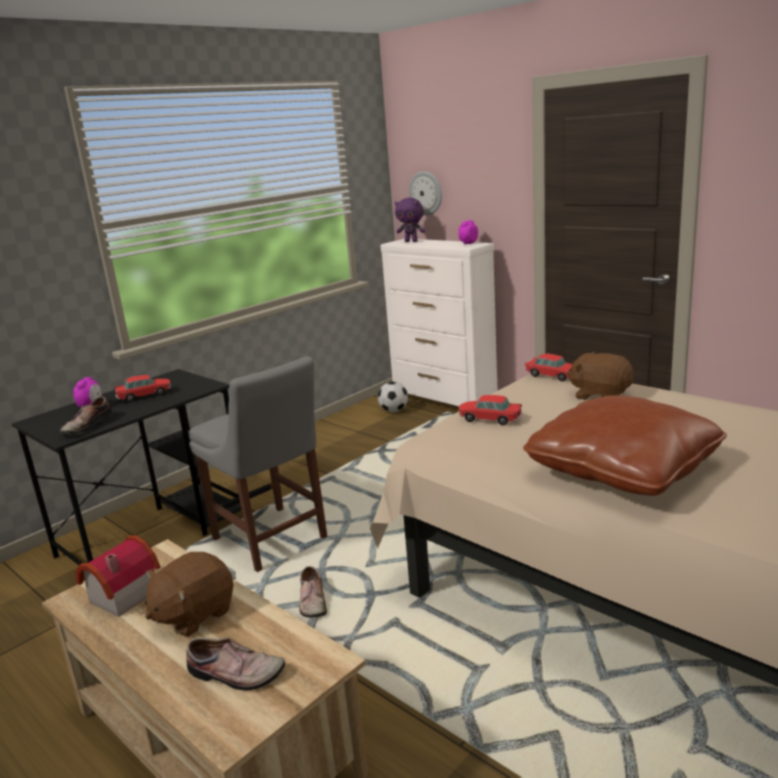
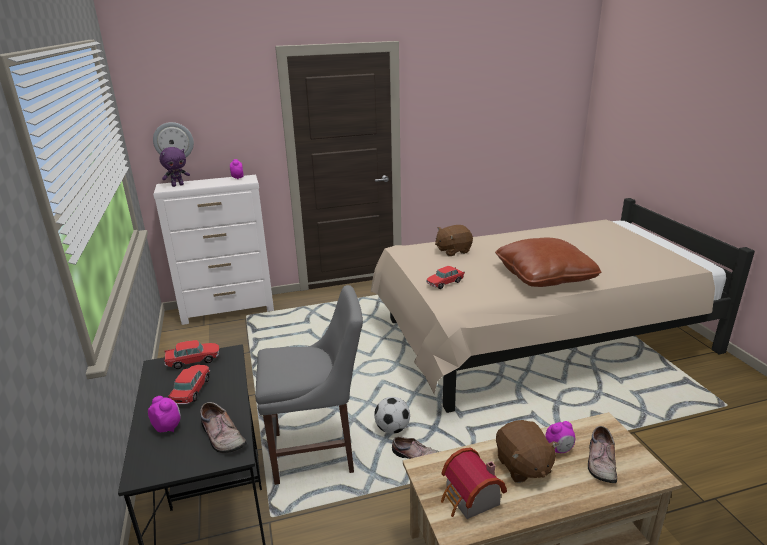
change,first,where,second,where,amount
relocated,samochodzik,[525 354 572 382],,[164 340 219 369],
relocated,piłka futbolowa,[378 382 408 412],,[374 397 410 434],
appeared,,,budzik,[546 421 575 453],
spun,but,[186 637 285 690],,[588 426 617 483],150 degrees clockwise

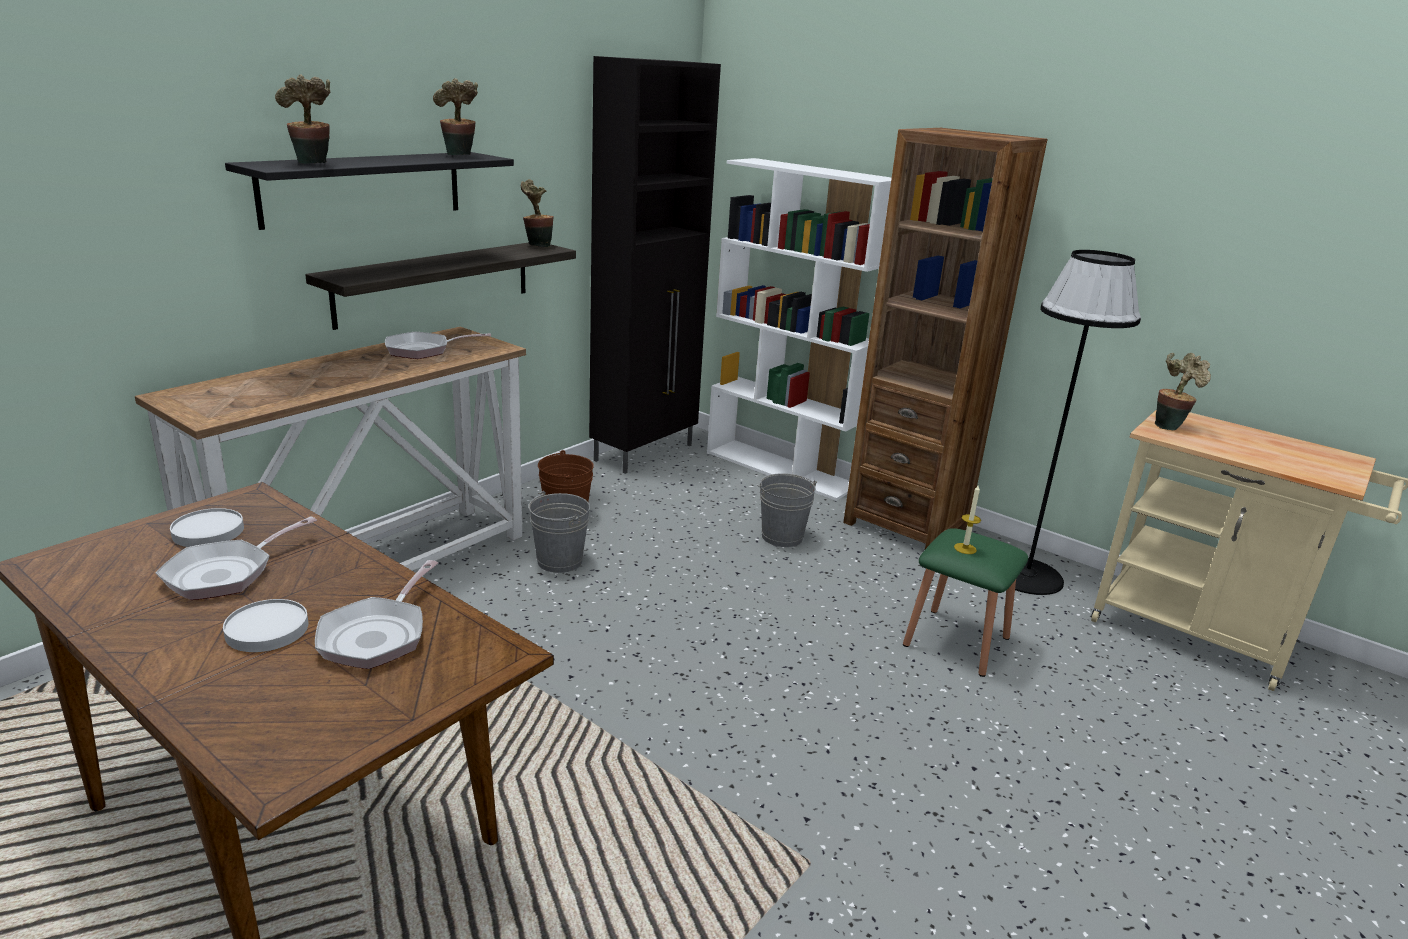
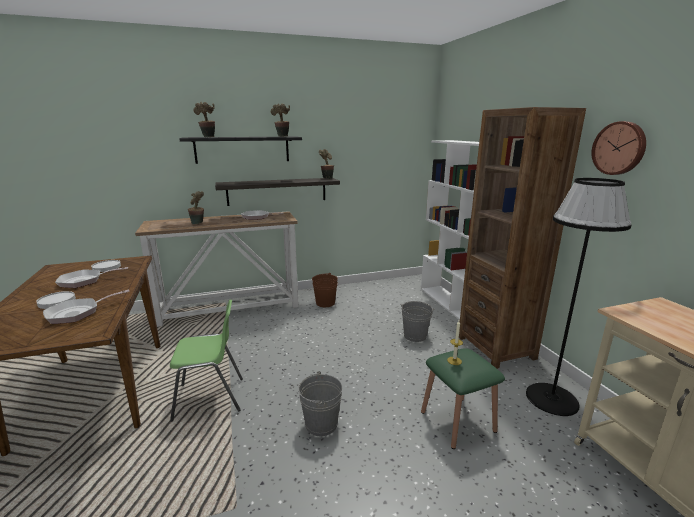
change,first,where,second,where,amount
appeared,,,krzesło [zielony],[170 300 243 422],
relocated,roślina doniczkowa,[1154 353 1211 430],,[188 191 204 224],
relocated,wiadro [szary],[529 491 590 573],,[298 371 342 436],
appeared,,,zegar ścienny,[591 121 646 175],
missing,szafka [czarny],[589 56 721 474],,,

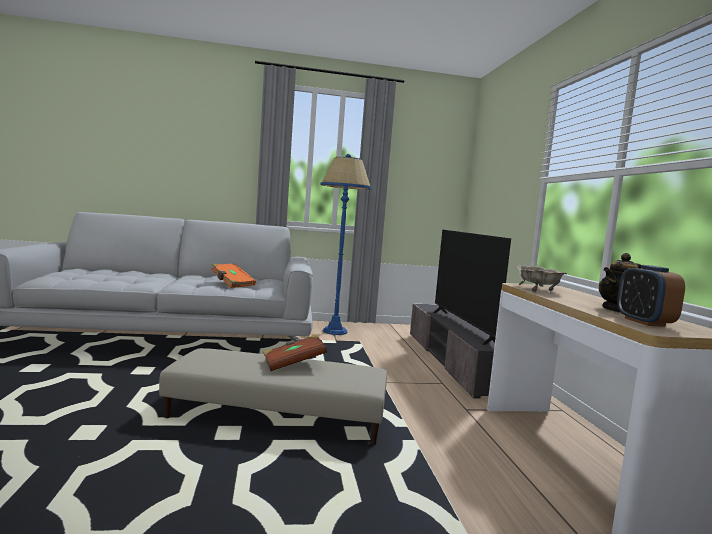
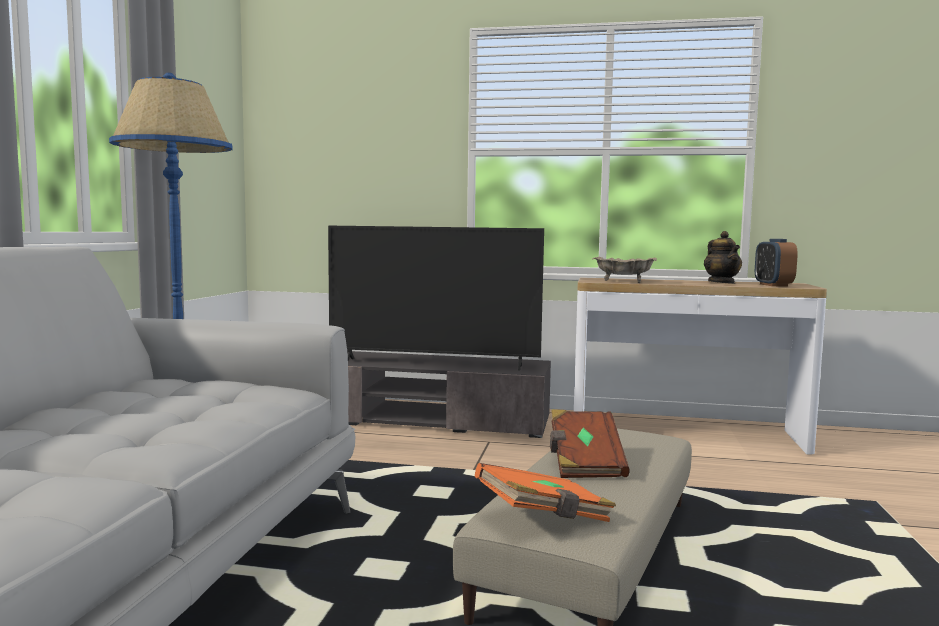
change,first,where,second,where,amount
relocated,książka [pomarańczowy],[211 264 256 288],,[475 463 616 522],
spun,budzik,[617 265 685 327],,[755 239 798 286],75 degrees clockwise

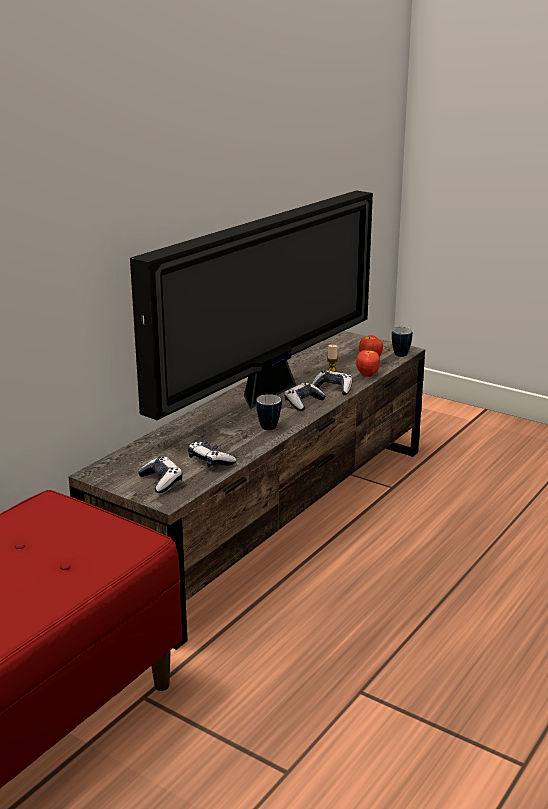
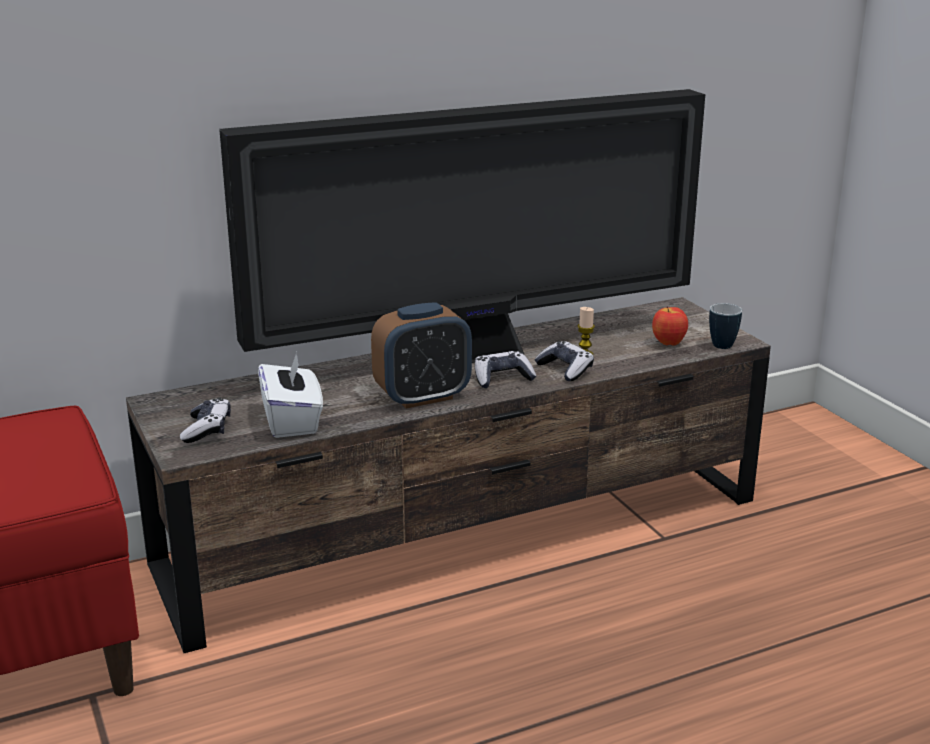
change,first,where,second,where,amount
exchanged,pad do gier,[188 441 236 467],pudełko chusteczek [biały],[258 352 323 438],
exchanged,kubek,[256 394 282 430],budzik,[371 302 472 409],
missing,jabłko,[356 349 380 377],,,

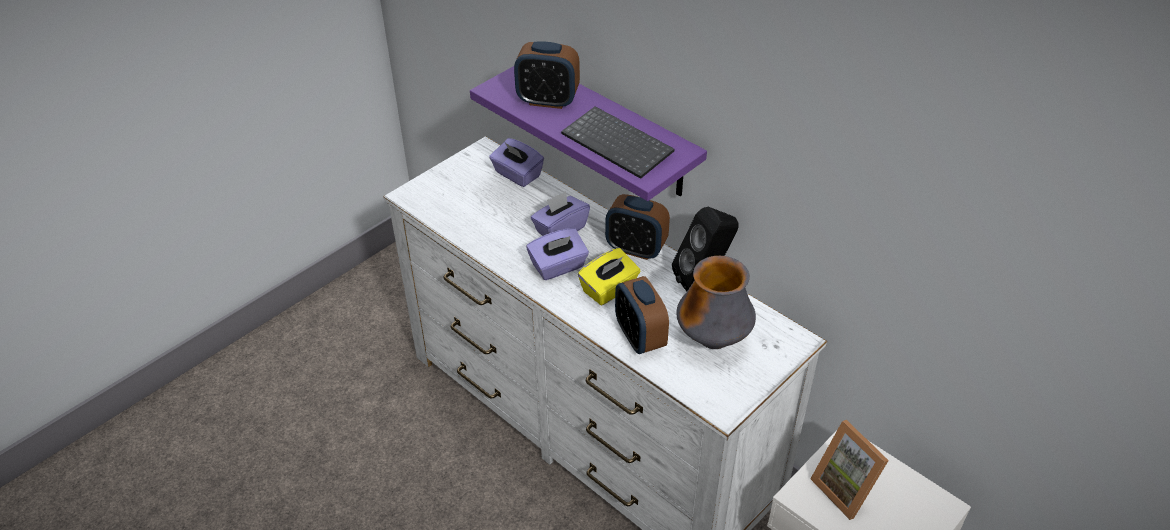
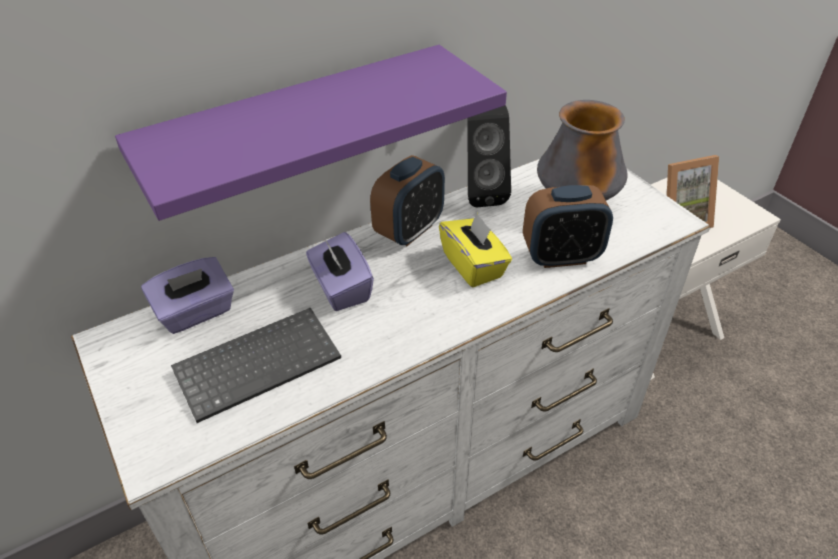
change,first,where,second,where,amount
relocated,klawiatura,[561 106 674 179],,[171 308 341 423],
missing,budzik,[514 41 580 109],,,
missing,pudełko chusteczek [fioletowy],[526 228 589 280],,,

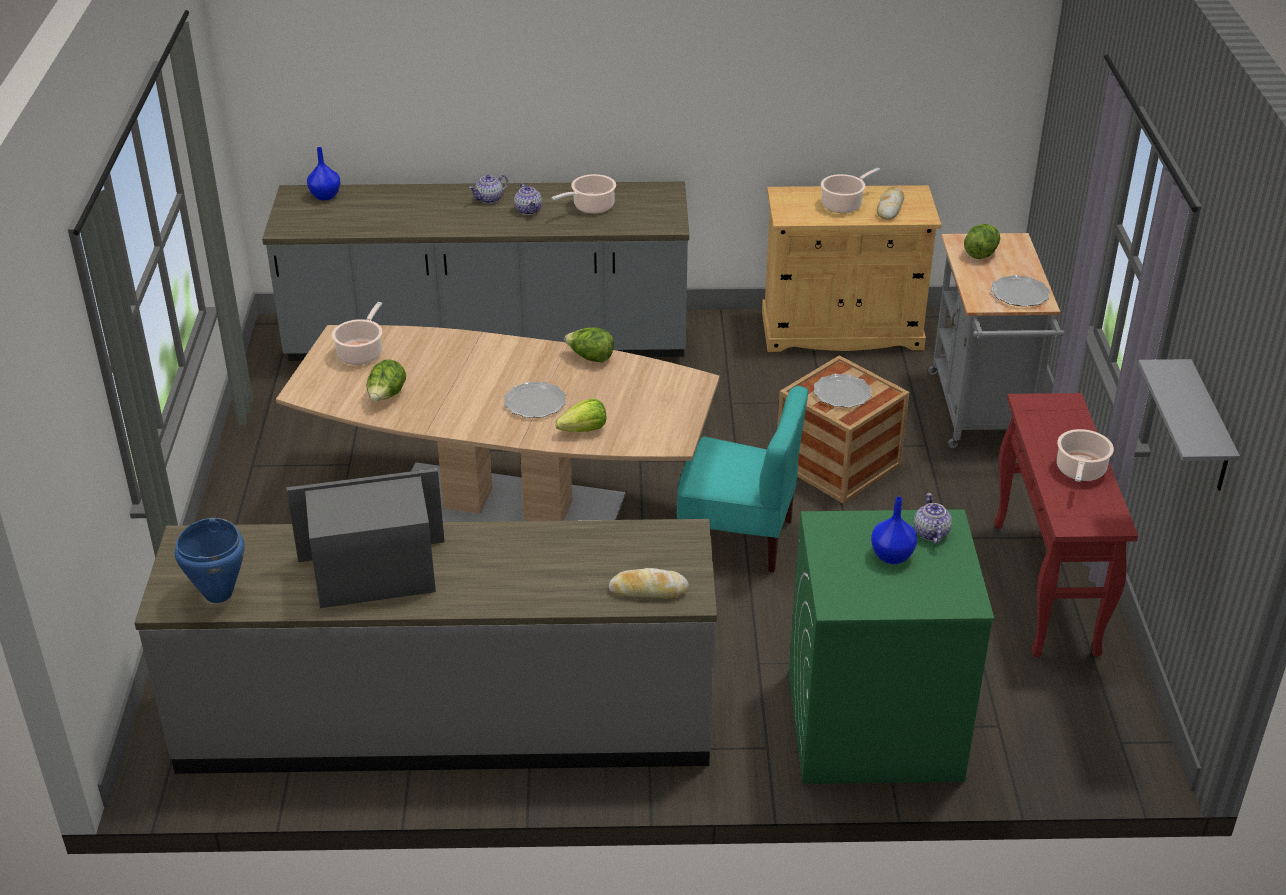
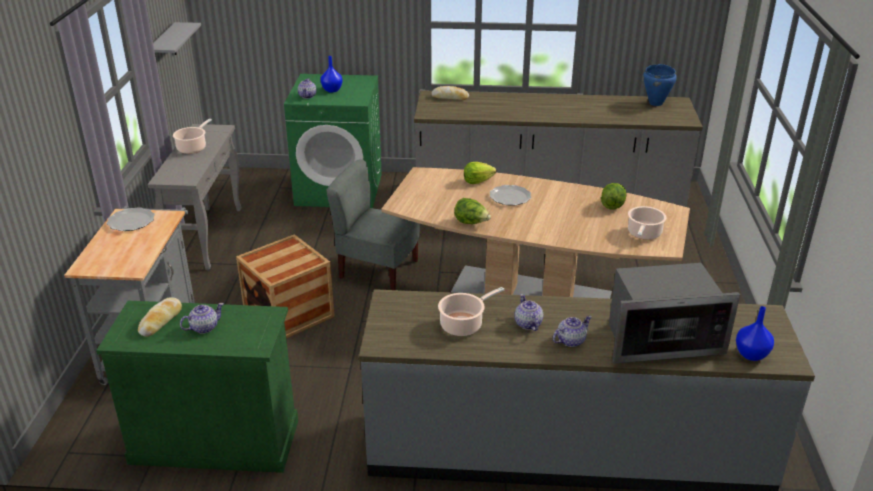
change,first,where,second,where,amount
colour,szafka [beżowy],[762 185 941 352],szafka [zielony],[96 301 298 473],
colour,stolik konsolowy [czerwony],[994 393 1138 657],stolik konsolowy [szary],[148 124 242 270],
exchanged,garnek,[821 167 881 213],imbryk,[180 303 224 334],
colour,krzesło [turkusowy],[677 386 808 573],krzesło [szary],[326 159 420 290],
relocated,mikrofalówka,[286 468 445 608],,[609 263 740 364],
missing,talerz,[813 374 871 408],,,
missing,sałata,[964 224 1000 259],,,

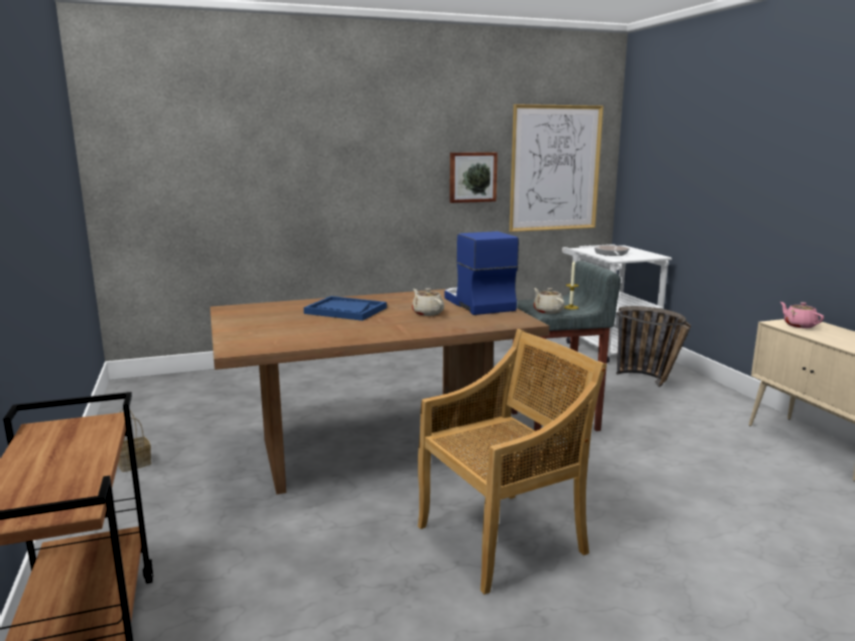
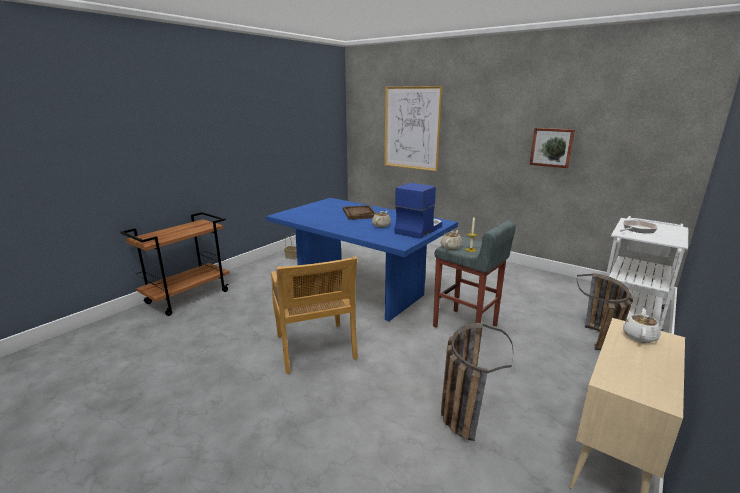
change,first,where,second,where,amount
colour,stół jadalny [brązowy],[210 289 550 494],stół jadalny [niebieski],[266 198 458 321],
spun,krzesło [beżowy],[418 329 607 595],,[271 256 358 374],45 degrees clockwise
colour,taca [niebieski],[304 296 387 321],taca [brązowy],[343 205 376 220],
relocated,obraz,[509 104 603 232],,[384 86 443 171],
appeared,,,koszyk,[441 323 513 441],
colour,imbryk [różowy],[780 302 824 328],imbryk [biały],[623 308 661 343],

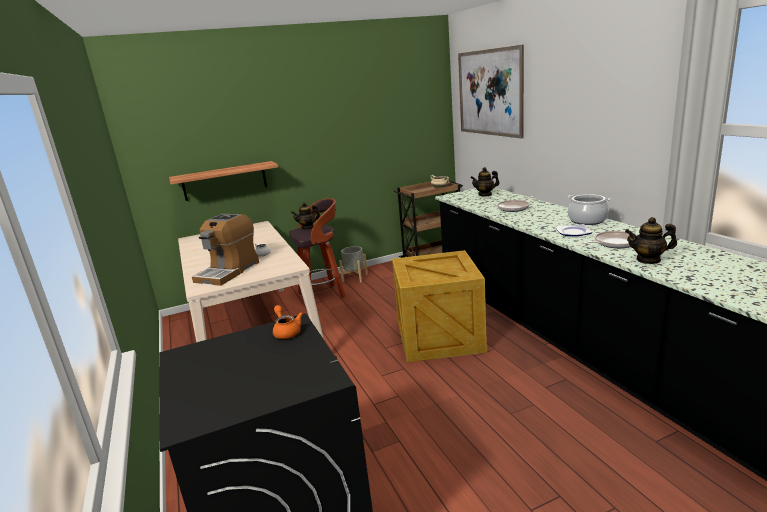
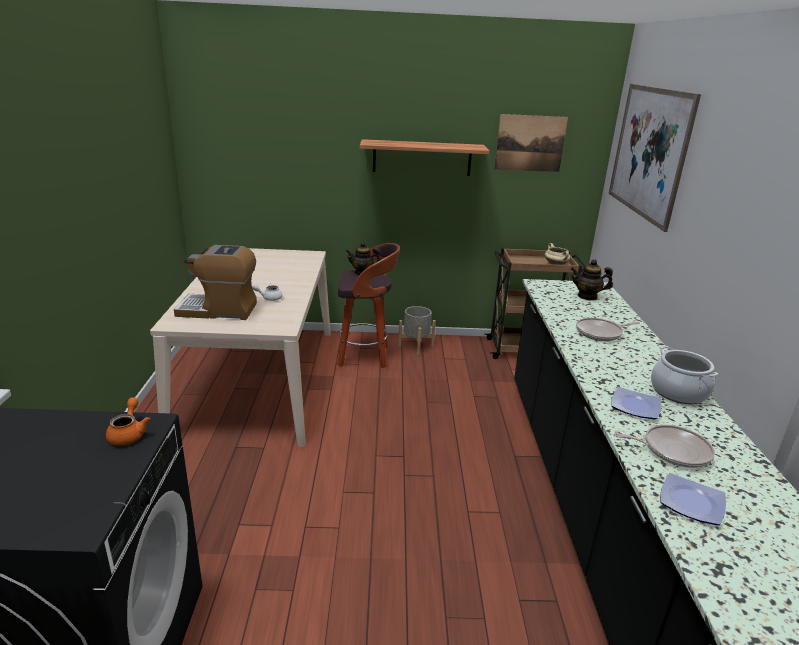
change,first,where,second,where,amount
spun,ekspres do kawy,[192 214 259 286],,[174 245 257 320],45 degrees clockwise
relocated,półka,[169 161 278 201],,[360 139 490 176],
appeared,,,obraz,[494 114 568 172],
exchanged,imbryk,[625 217 677 264],talerz,[660 473 726 525],
missing,skrzynka,[392 250 487 362],,,

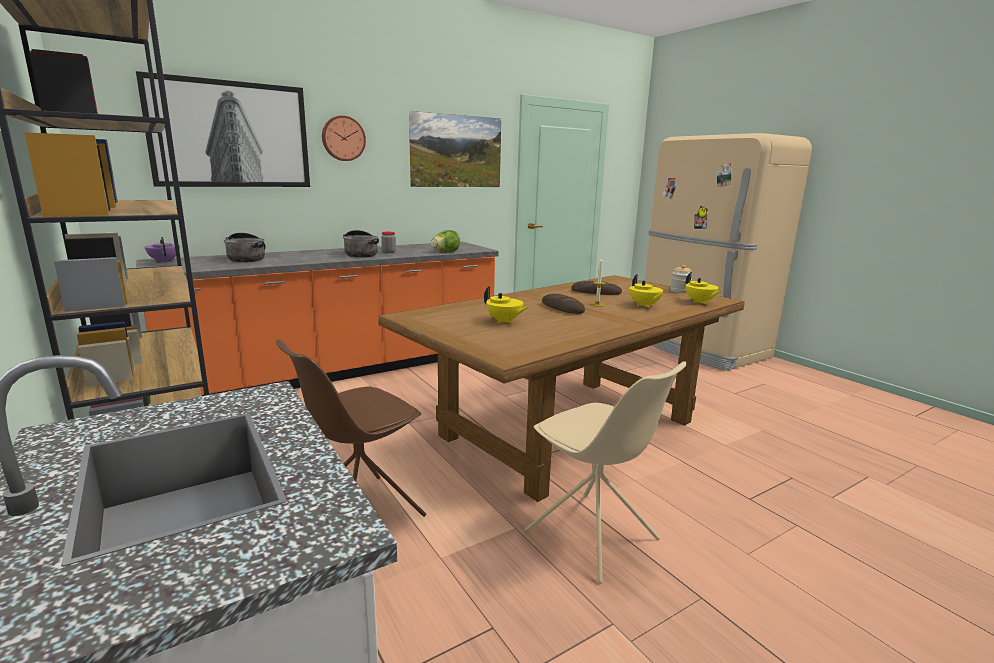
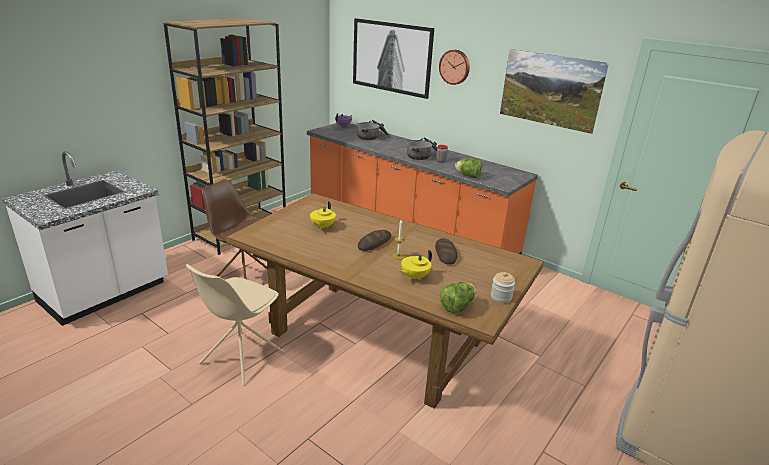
change,first,where,second,where,amount
exchanged,imbryk [żółty],[686 272 722 304],sałata,[440 282 476 313],

